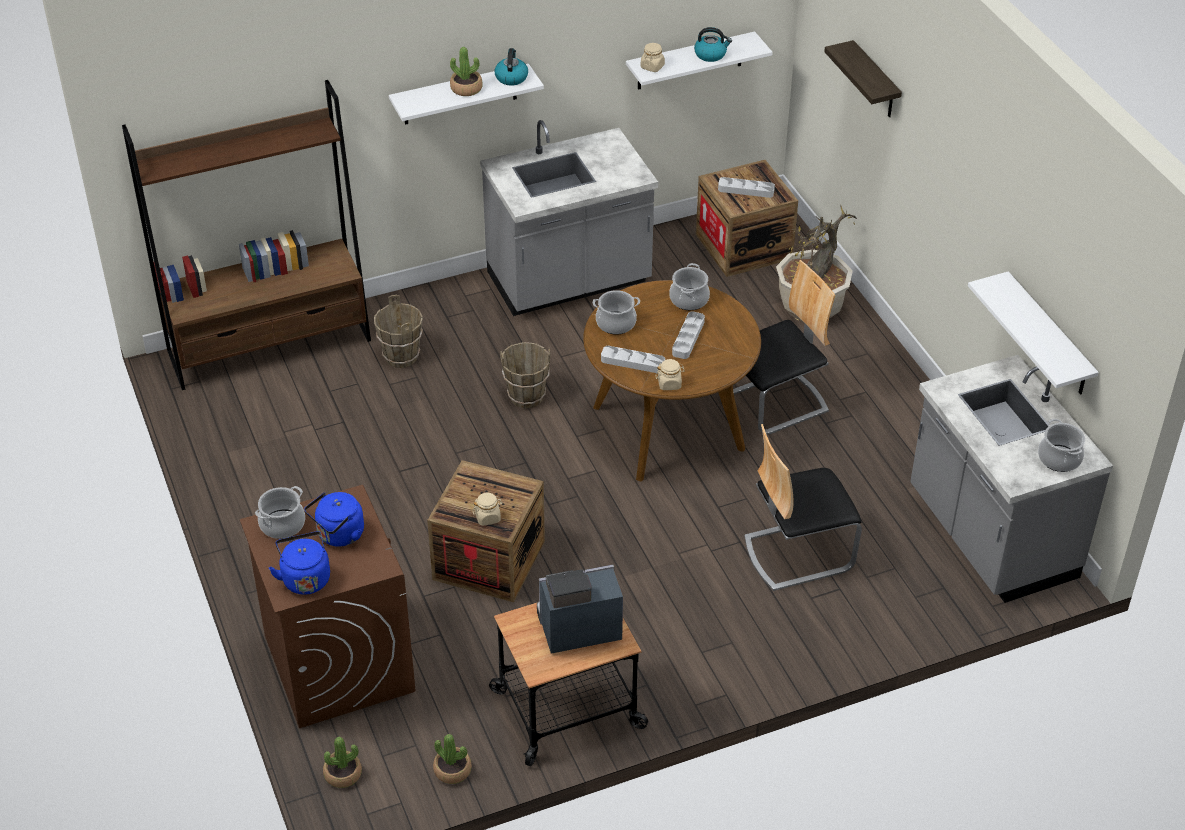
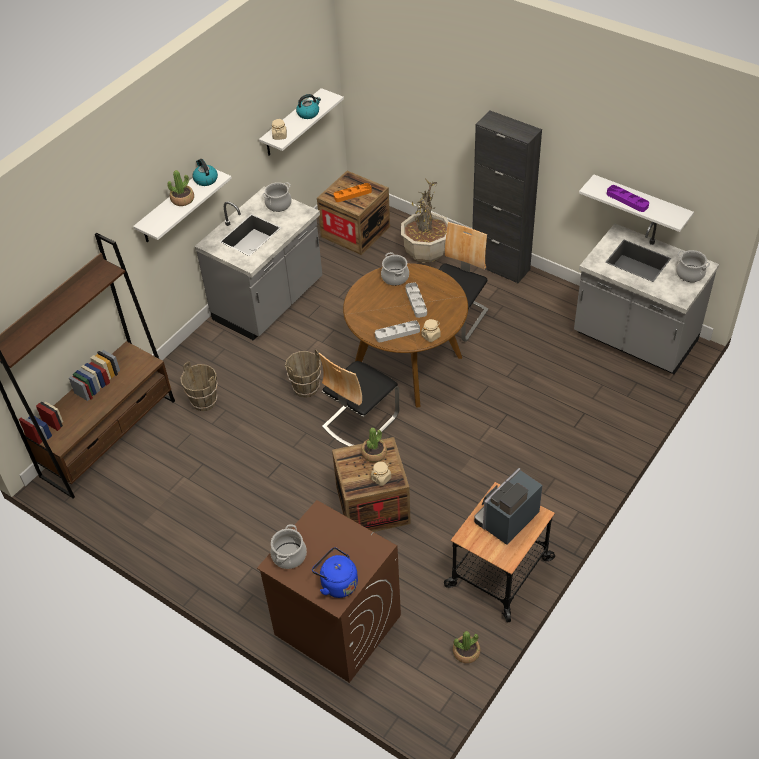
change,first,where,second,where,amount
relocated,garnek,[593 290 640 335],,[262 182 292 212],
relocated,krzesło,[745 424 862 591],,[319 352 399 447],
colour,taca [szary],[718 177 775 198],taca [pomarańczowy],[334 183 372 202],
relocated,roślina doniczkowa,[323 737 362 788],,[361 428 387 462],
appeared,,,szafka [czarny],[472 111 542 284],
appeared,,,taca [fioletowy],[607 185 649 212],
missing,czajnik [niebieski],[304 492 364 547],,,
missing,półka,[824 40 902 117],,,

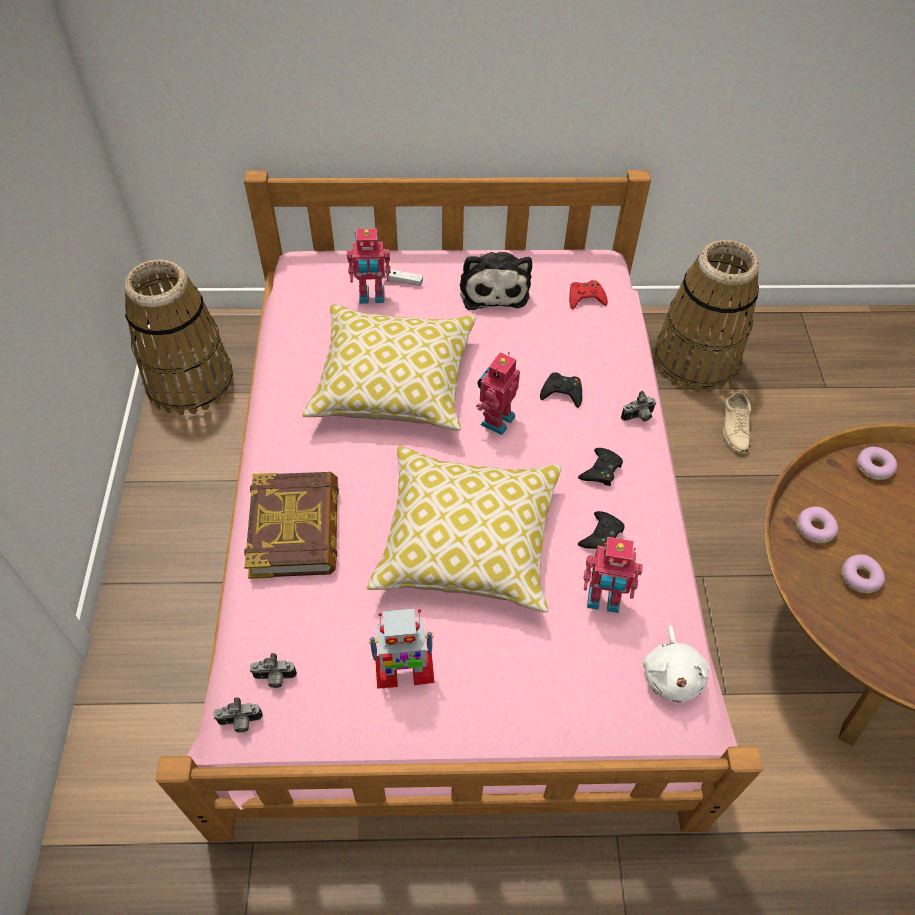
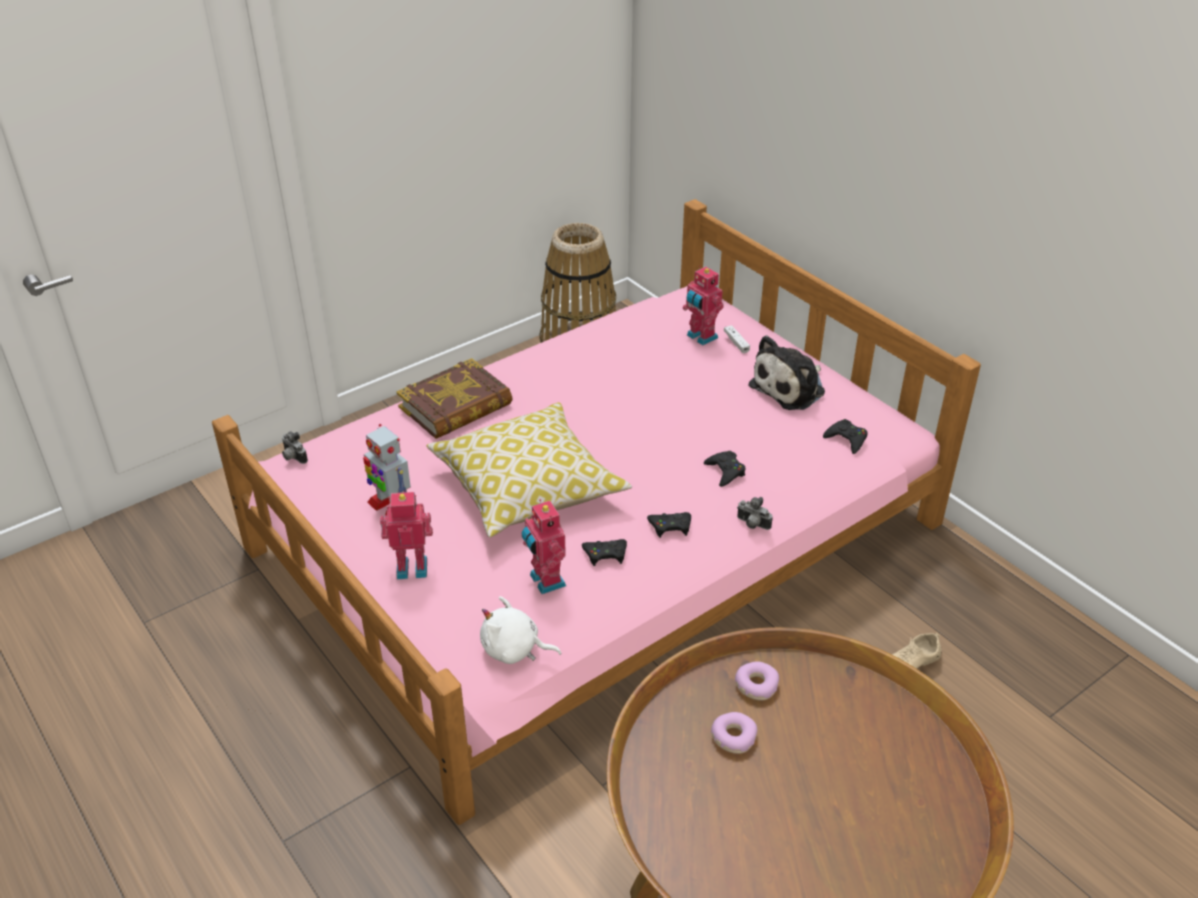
change,first,where,second,where,amount
relocated,robot zabawkowy,[476 352 520 435],,[380 492 433 579],
spun,pluszak [biały],[643 625 709 703],,[480 596 562 664],45 degrees clockwise
colour,pad do gier [czerwony],[569 280 608 310],pad do gier [czarny],[823 419 868 454],
missing,aparat fotograficzny,[250 653 297 688],,,
missing,poduszka,[303 304 476 431],,,
missing,koszyk,[654 240 759 392],,,
missing,donut,[857 447 897 480],,,

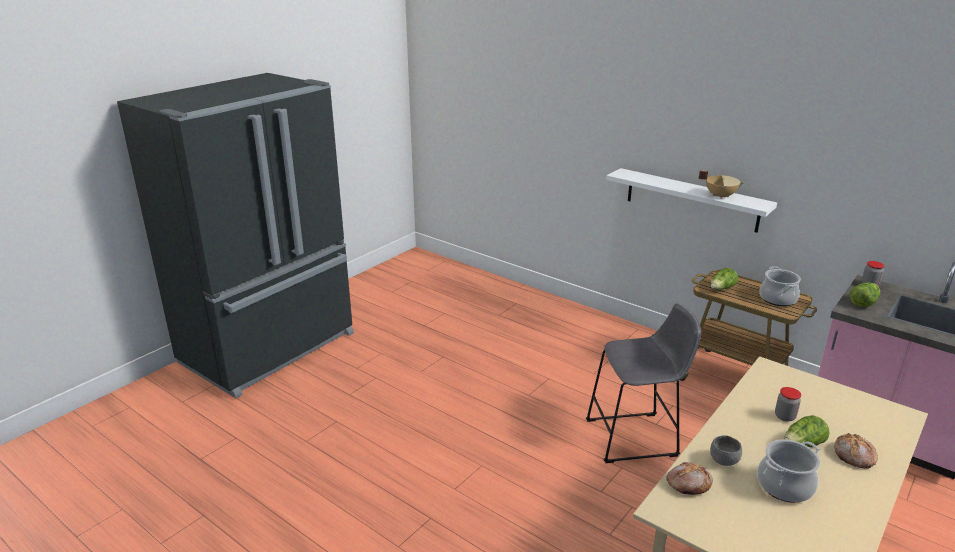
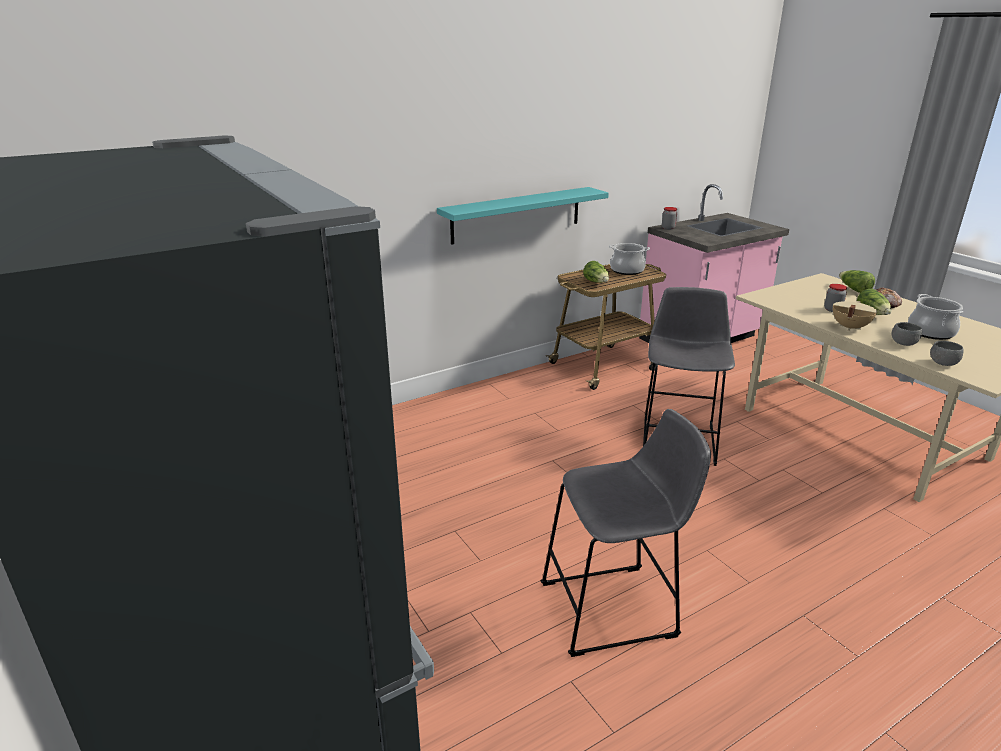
change,first,where,second,where,amount
colour,półka [biały],[606 168 777 233],półka [turkusowy],[437 187 609 245],
appeared,,,stołek [szary],[541 409 711 657],
relocated,garnek [beżowy],[698 171 745 199],,[833 301 877 331],
relocated,sałata,[849 282 880 308],,[839 270 875 293],
exchanged,chleb,[666 462 713 495],miska [szary],[930 341 964 366],

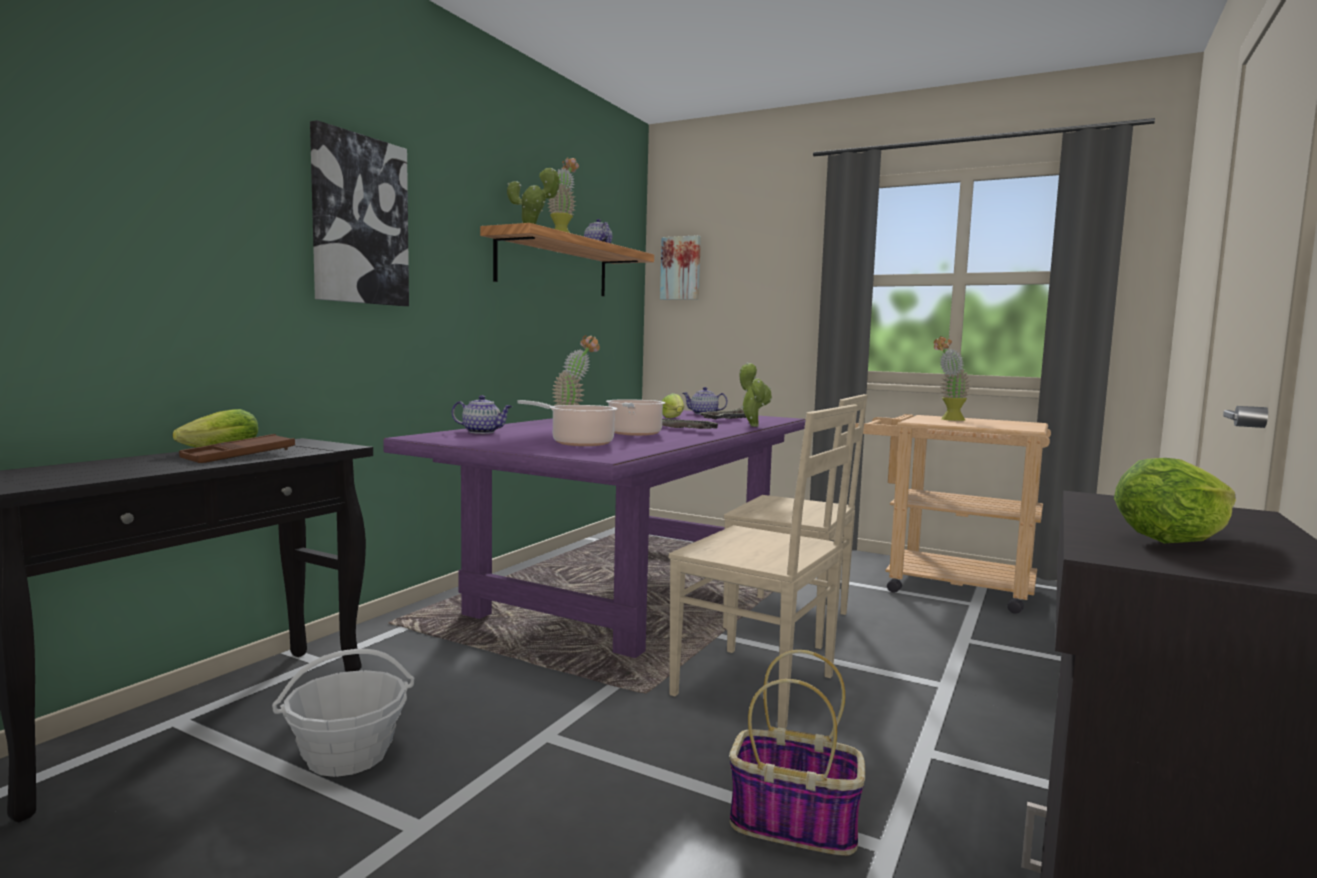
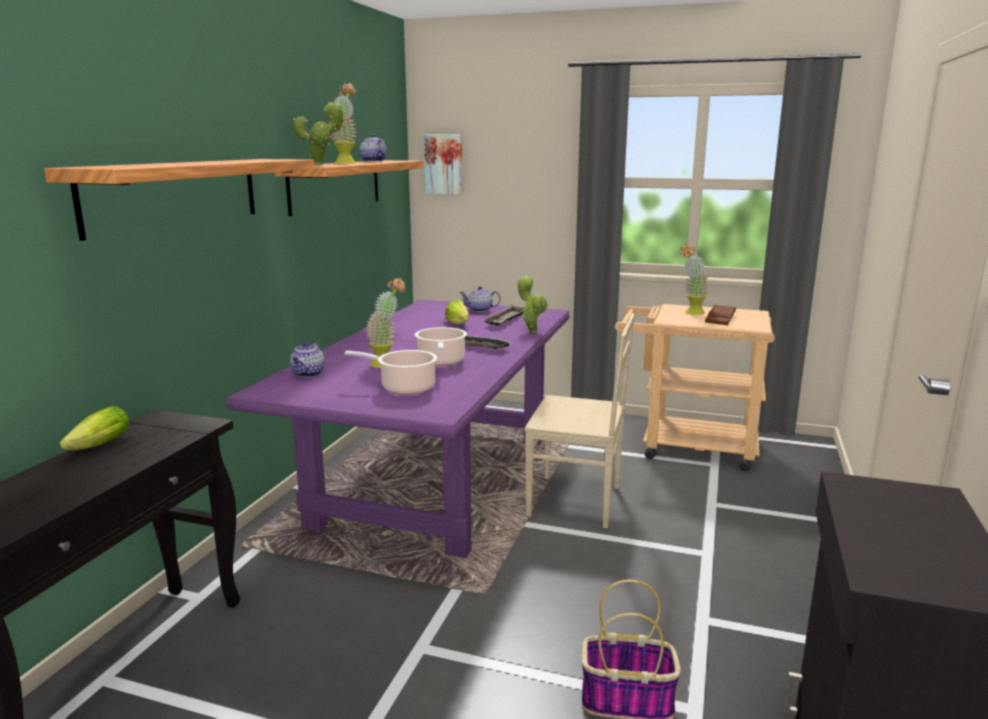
change,first,where,second,where,amount
exchanged,obraz,[310 120 409 306],półka,[44 159 315 241],
spun,imbryk,[452 395 512 434],,[290 342 325 377],105 degrees clockwise
relocated,taca [brązowy],[179 434 295 463],,[705 304 736 325],
missing,koszyk,[272 649 414 777],,,
missing,krzesło [beżowy],[669 404 858 728],,,
missing,sałata,[1114 458 1236 543],,,

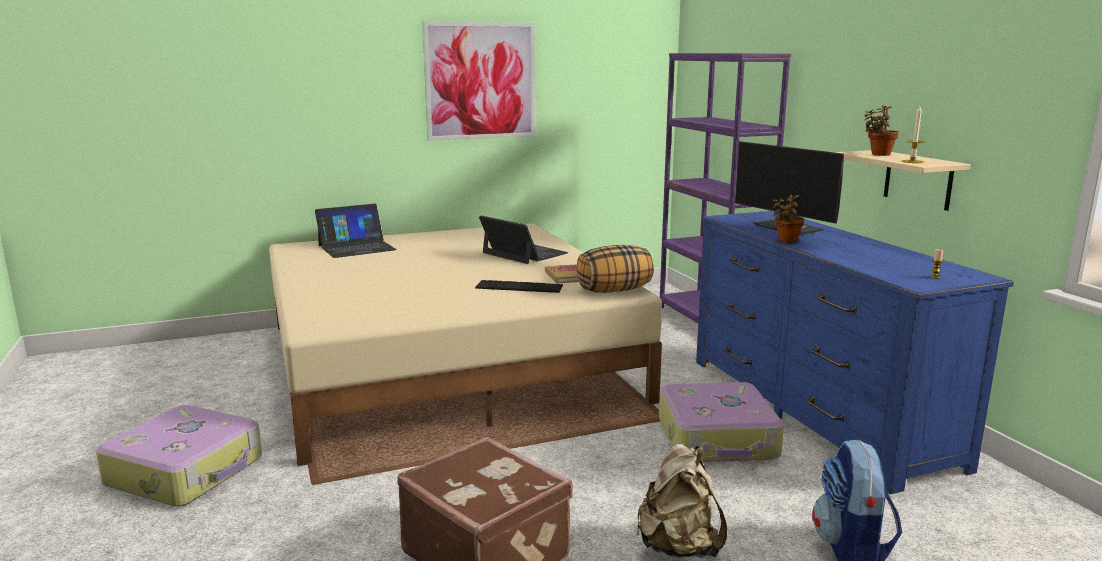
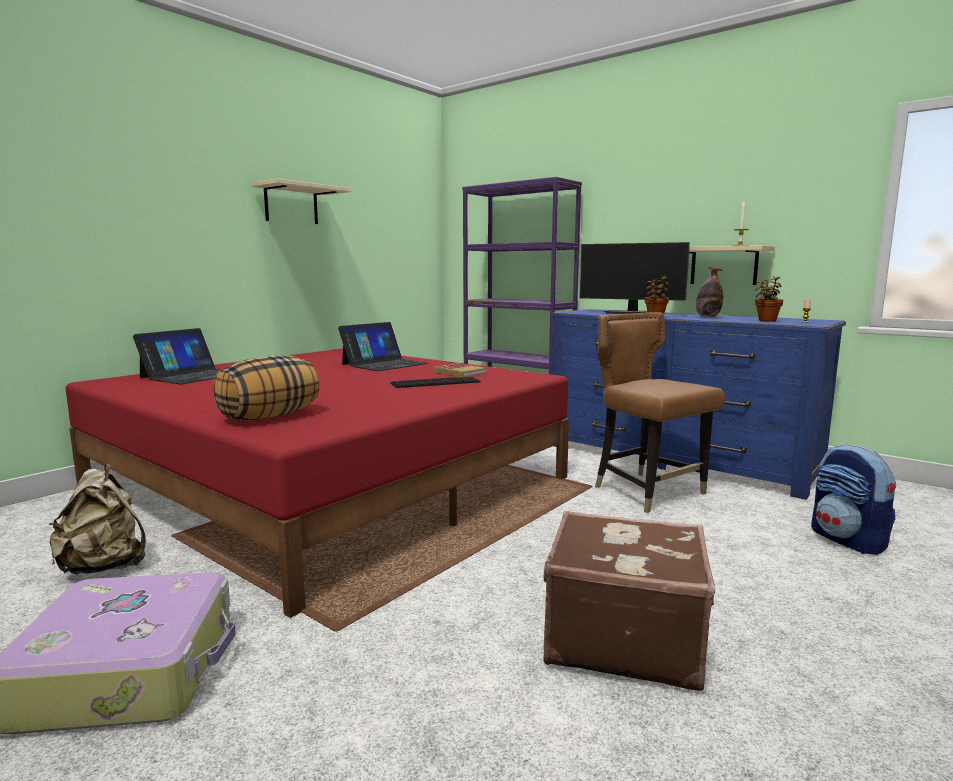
change,first,where,second,where,amount
relocated,plecak [beżowy],[636 444 727 558],,[49 464 146 574],
colour,łóżko [beżowy],[269 223 662 466],łóżko [czerwony],[66 349 569 618],
relocated,poduszka,[577 245 653 293],,[213 355 319 421],
exchanged,obraz,[423 21 535 141],półka [beżowy],[251 178 352 224],
spun,laptop,[479 216 569 264],,[338 322 428 371],120 degrees clockwise
exchanged,walizka,[659 382 784 462],krzesło [brązowy],[595 312 725 513],
appeared,,,butelka,[696 267 723 317],
relocated,roślina doniczkowa,[865 106 899 156],,[755 276 783 321],

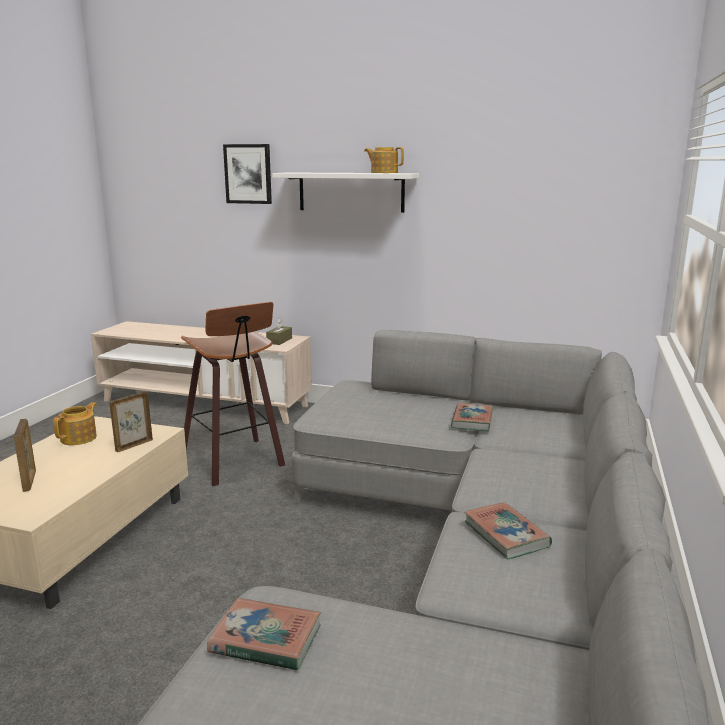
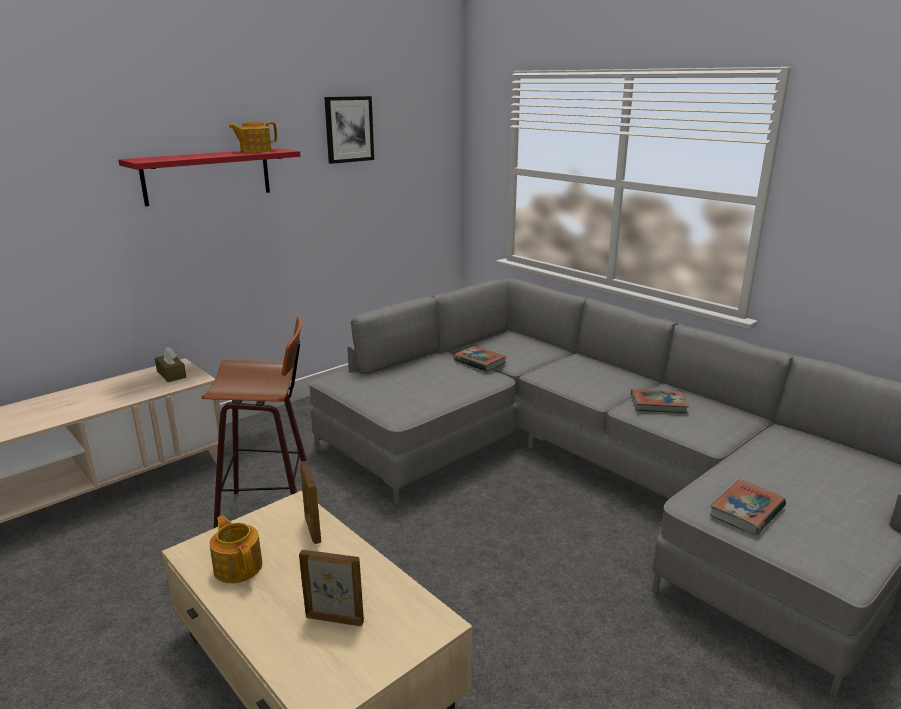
change,first,where,second,where,amount
colour,półka [biały],[272 172 419 213],półka [czerwony],[118 148 300 207],
relocated,obraz,[223 144 272 204],,[324 96 374 164],

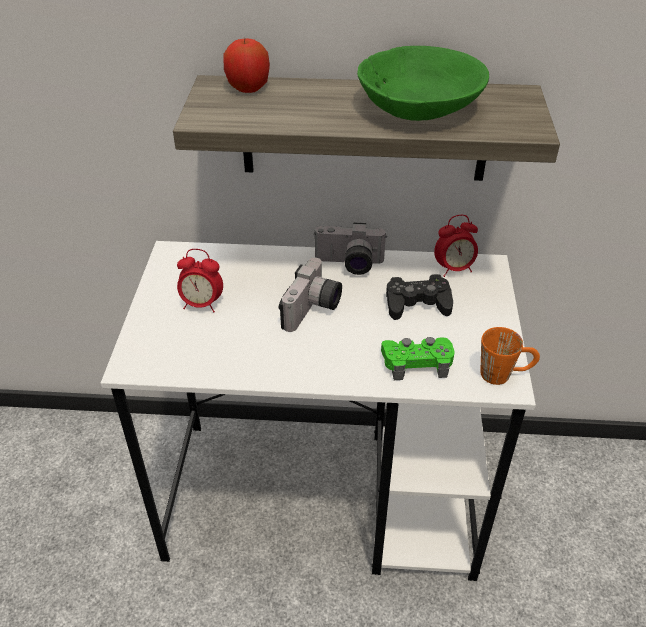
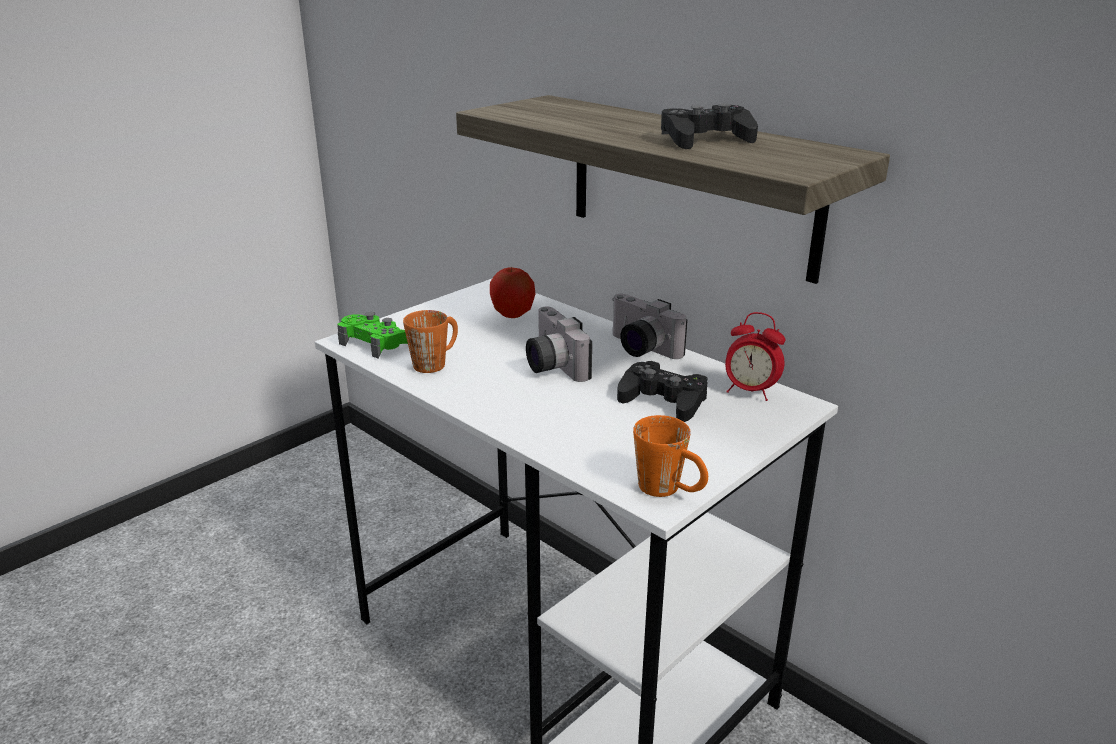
change,first,where,second,where,amount
relocated,pad do gier [zielony],[381 337 455 380],,[337 312 408 359],
appeared,,,kubek [pomarańczowy],[403 310 458 373],
relocated,jabłko,[223 38 270 93],,[490 267 536 318],
spun,aparat fotograficzny,[279 258 342 332],,[526 307 592 382],90 degrees clockwise
exchanged,miska [zielony],[357 46 489 121],pad do gier [czarny],[661 103 758 149],
missing,budzik,[177 249 223 313],,,

